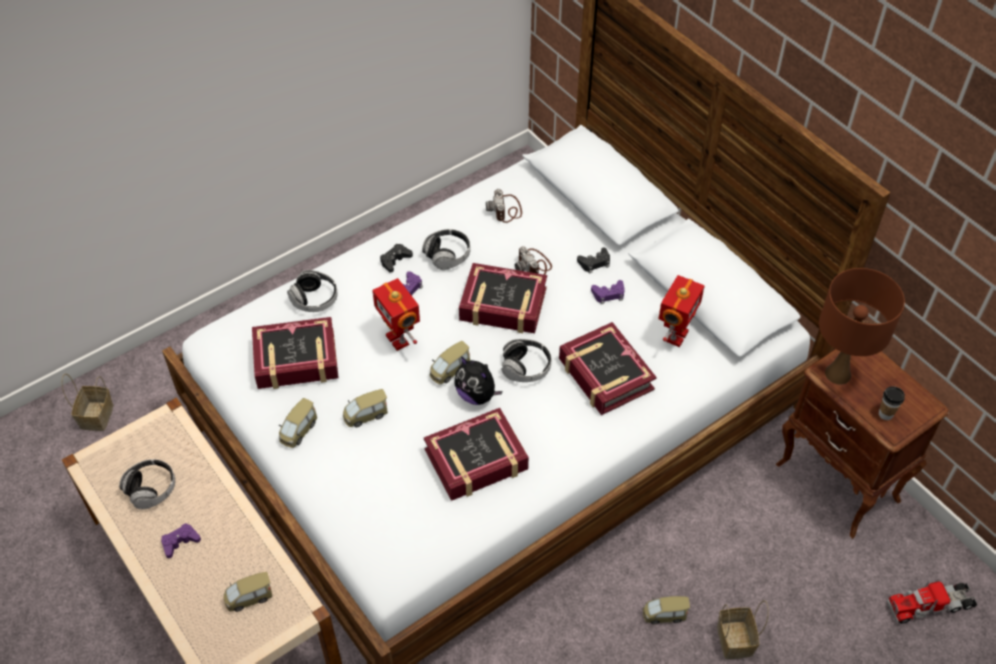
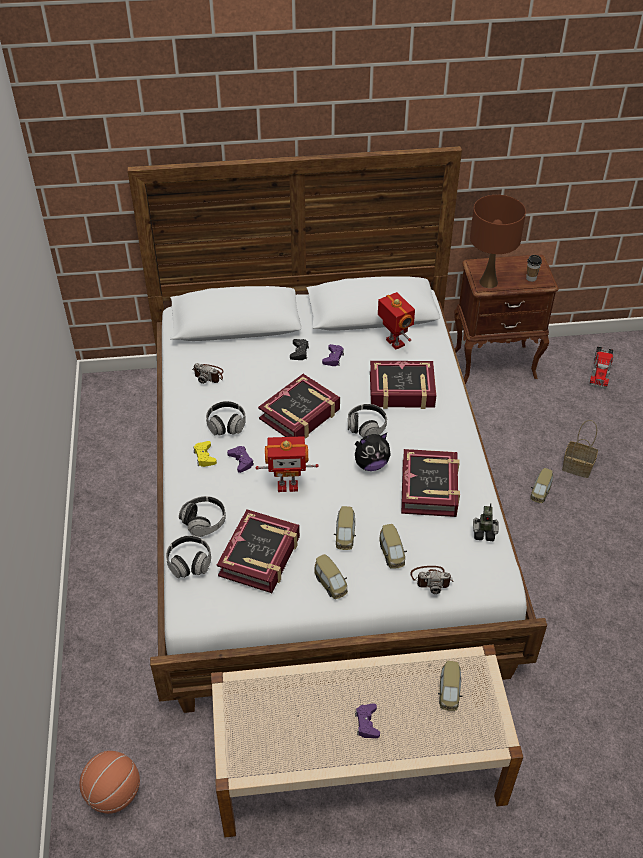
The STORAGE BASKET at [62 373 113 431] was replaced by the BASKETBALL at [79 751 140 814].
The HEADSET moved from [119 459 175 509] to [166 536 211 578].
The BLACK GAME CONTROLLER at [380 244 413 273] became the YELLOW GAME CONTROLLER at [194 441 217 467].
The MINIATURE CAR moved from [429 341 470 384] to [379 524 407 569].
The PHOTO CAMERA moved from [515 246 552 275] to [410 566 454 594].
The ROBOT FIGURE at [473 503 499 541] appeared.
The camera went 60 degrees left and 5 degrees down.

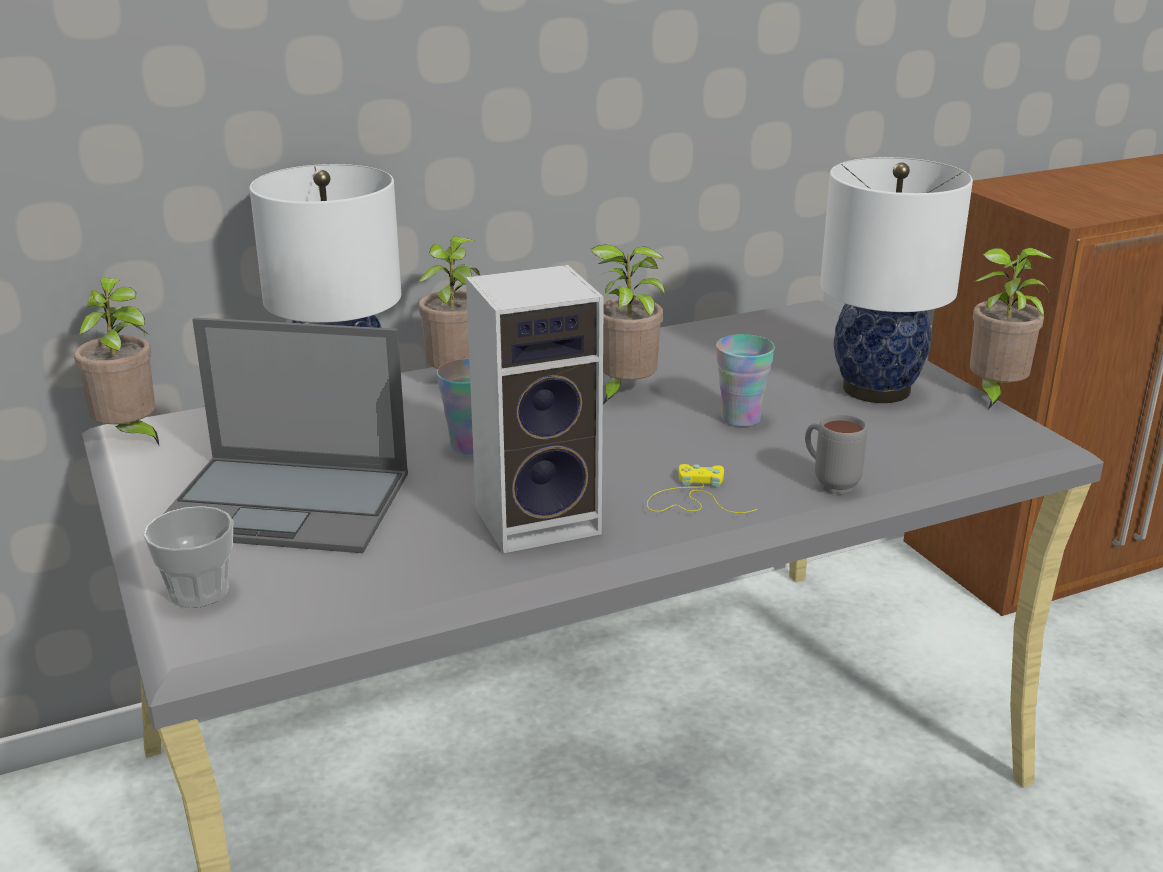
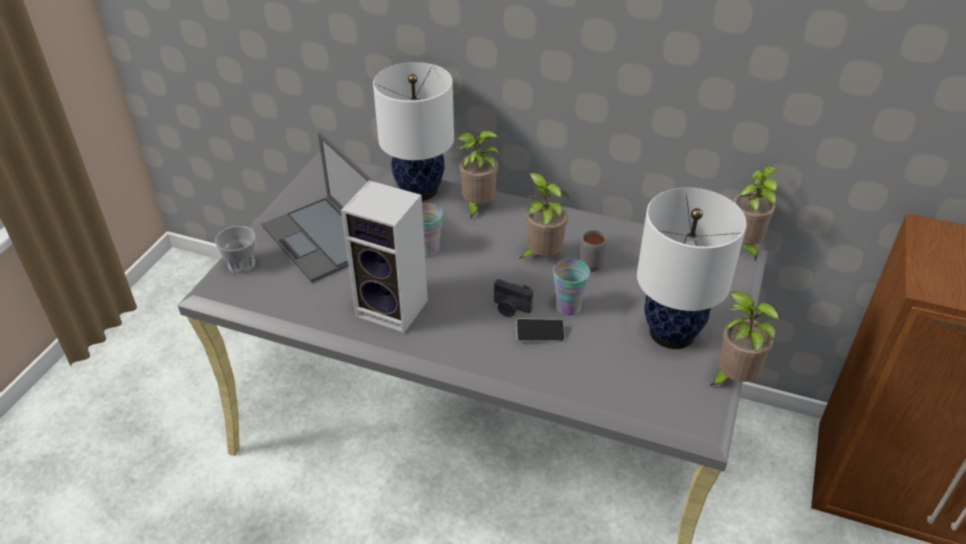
The HOUSEPLANT moved from [74 277 159 445] to [733 166 778 261].
The YELLOW GAME CONTROLLER at [647 464 757 513] disappeared.
The GREYISH TEA MUG moved from [805 414 867 494] to [579 230 607 272].
The PHOTO CAMERA at [494 279 533 317] appeared.
The TELEPHONE at [516 318 565 342] appeared.
The camera went 45 degrees right and 15 degrees up.

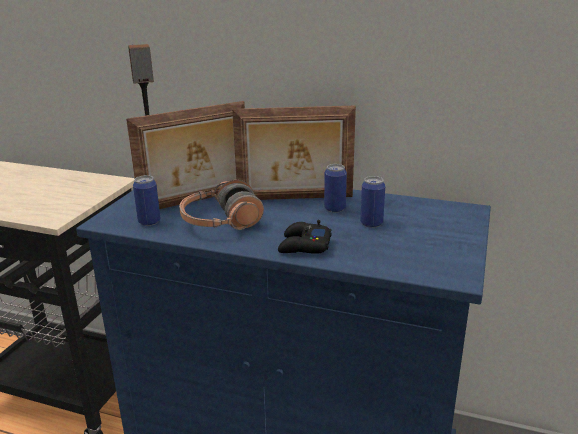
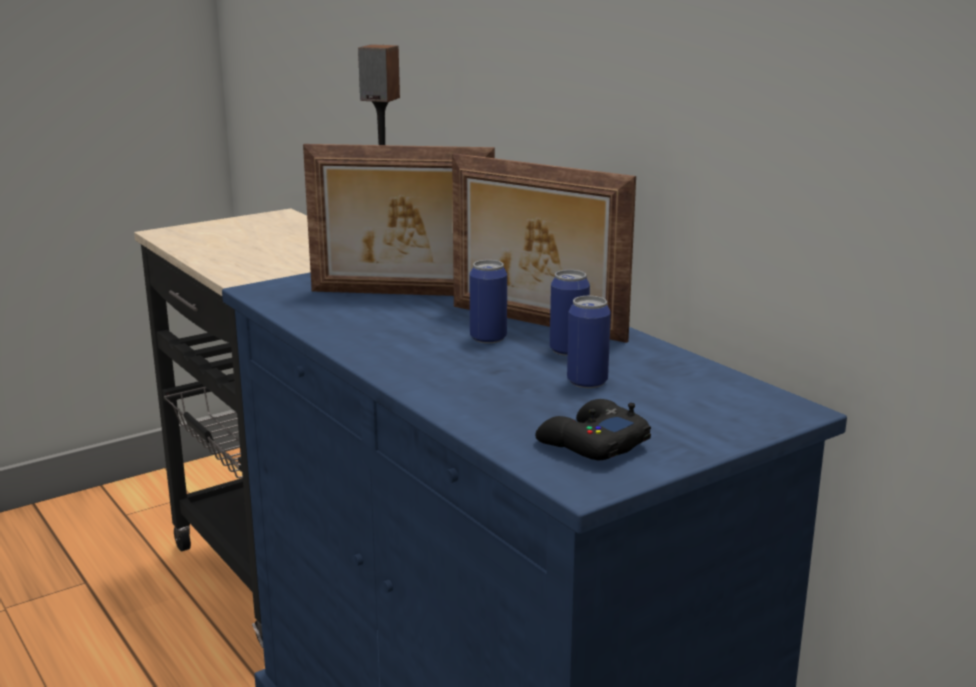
The SEALED CAN moved from [133 175 160 226] to [470 260 507 343].
The HEADSET at [179 180 264 230] disappeared.
The BLACK GAME CONTROLLER moved from [278 220 332 254] to [535 399 651 460].
The camera went 35 degrees right and 5 degrees down.

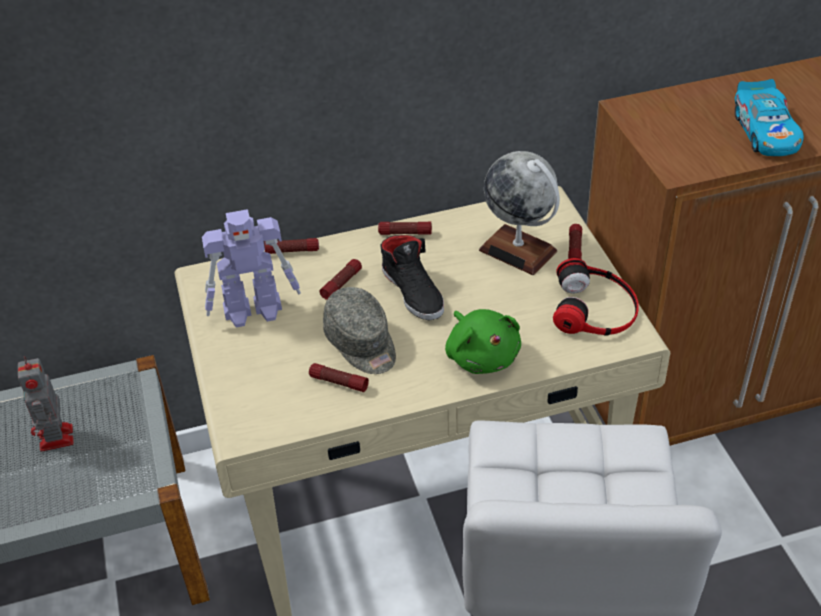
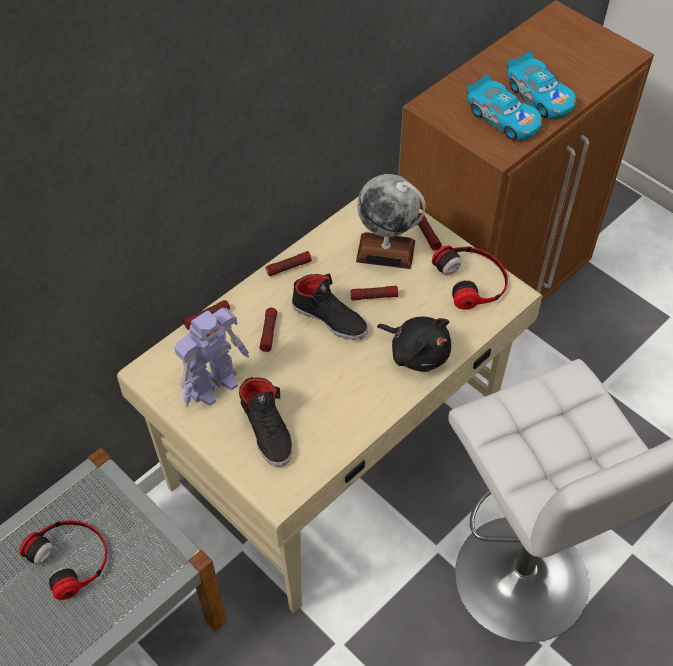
The ROBOT FIGURE at [18 356 74 452] was replaced by the HEADSET at [19 520 107 600].
The HAND TORCH moved from [309 363 369 392] to [350 286 398 300].
The GREYISH BASEBALL CAP at [323 287 396 374] disappeared.
The GREEN-COLOURED SOFT TOY at [445 309 521 374] became the BLACK SOFT TOY at [377 316 451 372].
The BLACK LOW SHOE at [239 377 293 467] appeared.
The MINIATURE CAR at [467 74 542 140] appeared.
The camera went 30 degrees left and 10 degrees up.

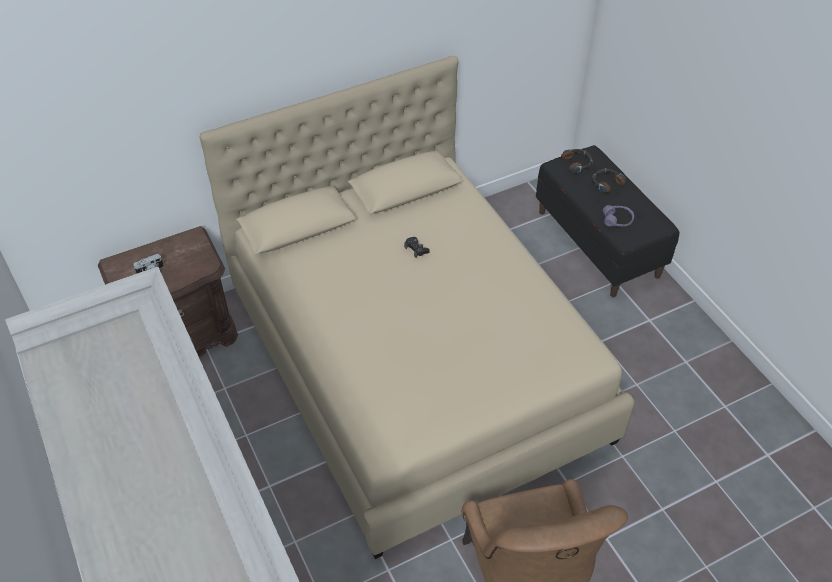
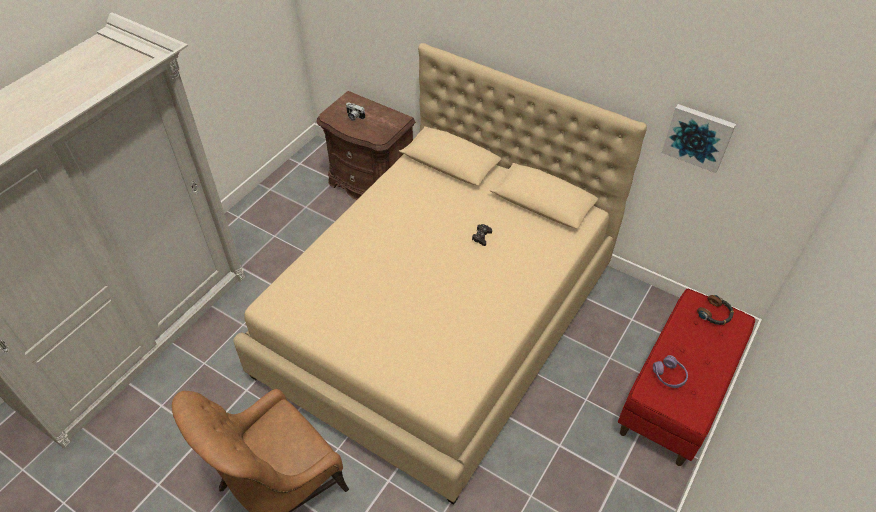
The BLACK BENCH at [536 145 679 297] became the RED BENCH at [618 289 755 466].
The HEADSET at [592 168 626 193] disappeared.
The WALL ART at [662 104 736 173] appeared.
The camera went 60 degrees right and 0 degrees up.

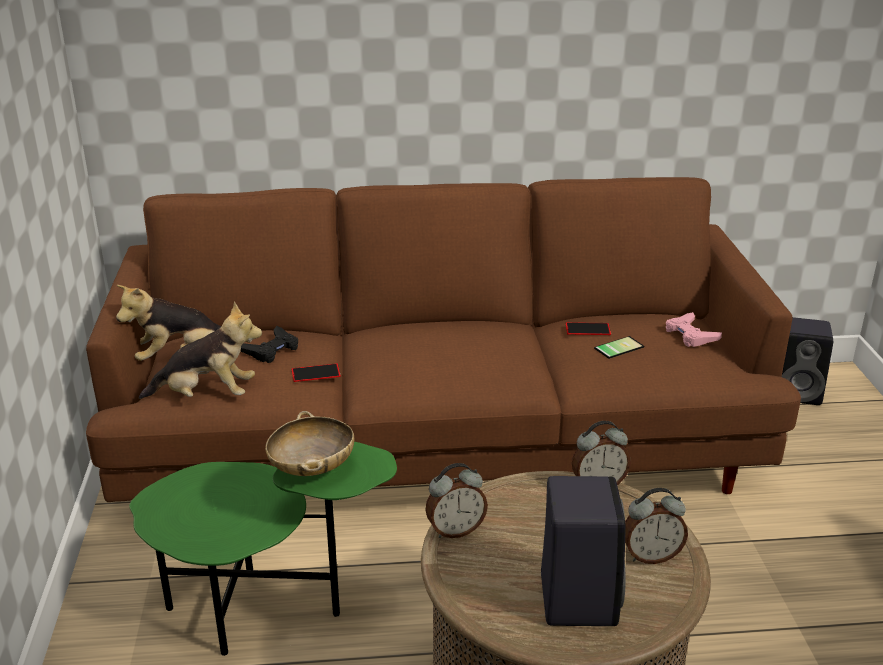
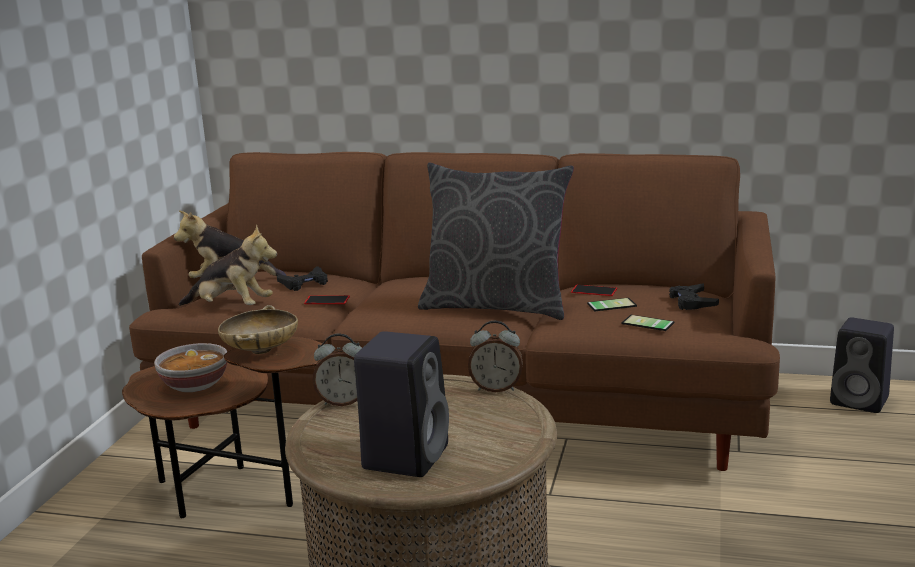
The GREEN-COLOURED SIDE TABLE at [129 442 397 656] became the BROWN SIDE TABLE at [122 337 324 518].
The ALARM CLOCK at [625 488 688 564] disappeared.
The PINK-COLOURED GAME CONTROLLER at [666 312 722 347] became the BLACK GAME CONTROLLER at [669 283 719 310].
The DEEP DISH at [154 343 227 392] appeared.
The GREYISH CUSHION at [418 163 574 320] appeared.
The TELEPHONE at [622 315 674 331] appeared.
The camera went 20 degrees right and 10 degrees down.

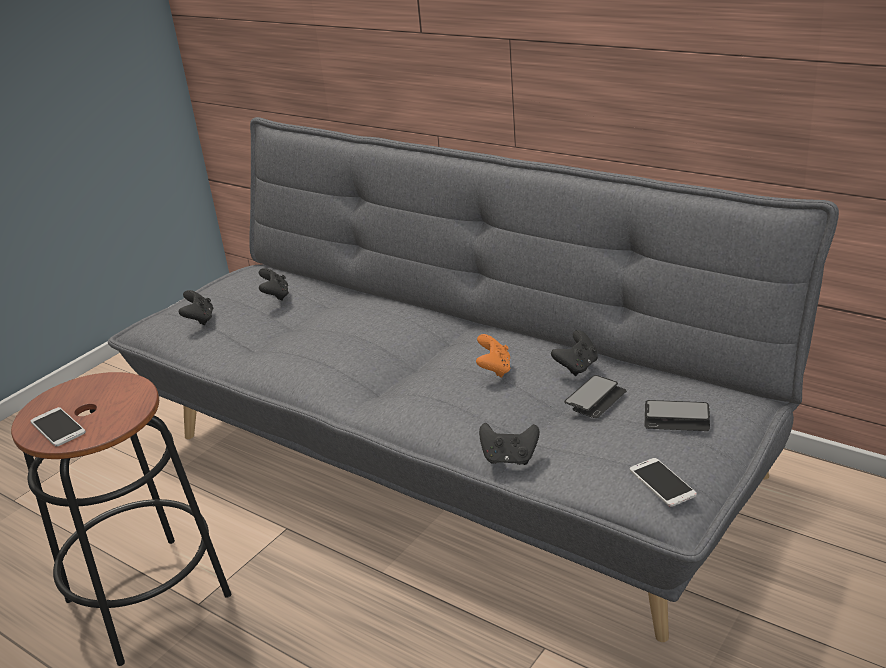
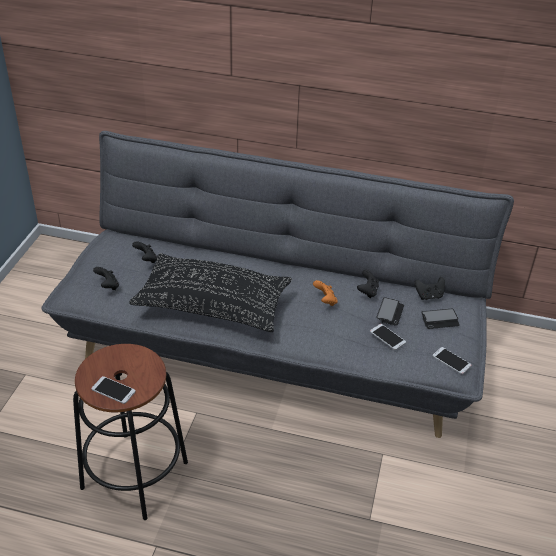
The BLACK GAME CONTROLLER moved from [479 423 540 465] to [414 277 445 300].
The BLACK CUSHION at [129 253 292 332] appeared.
The TELEPHONE at [370 324 406 350] appeared.
The camera went 25 degrees left and 10 degrees up.

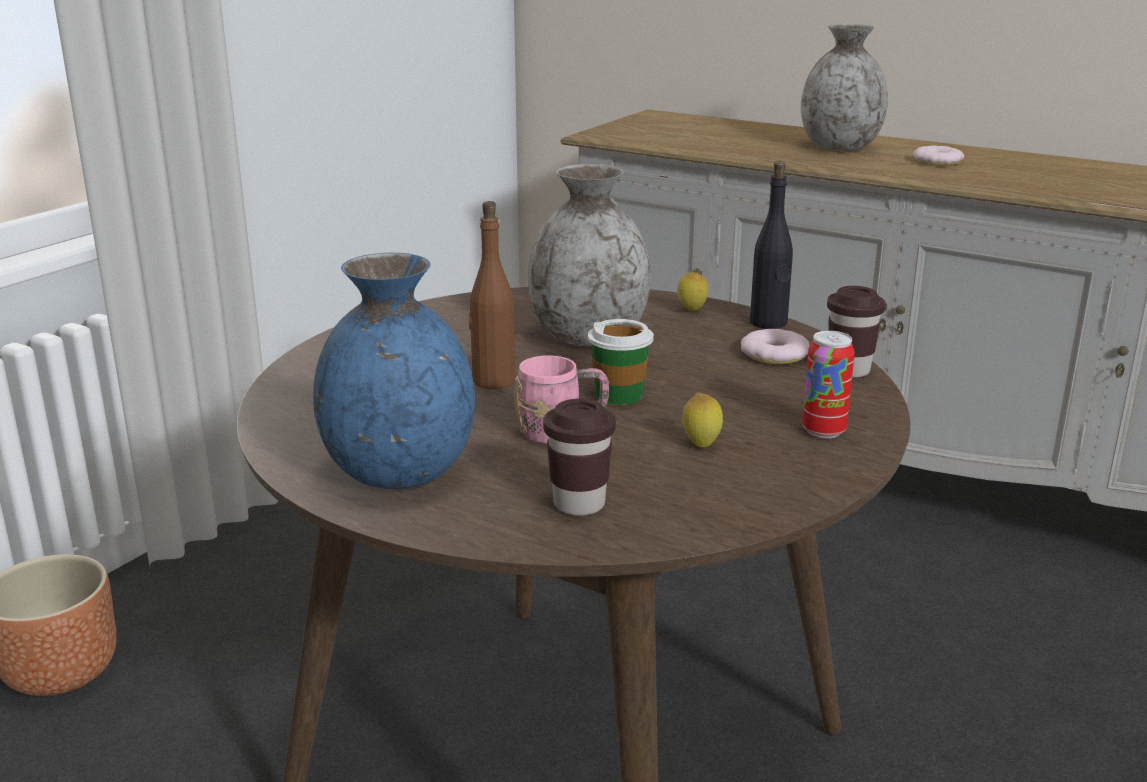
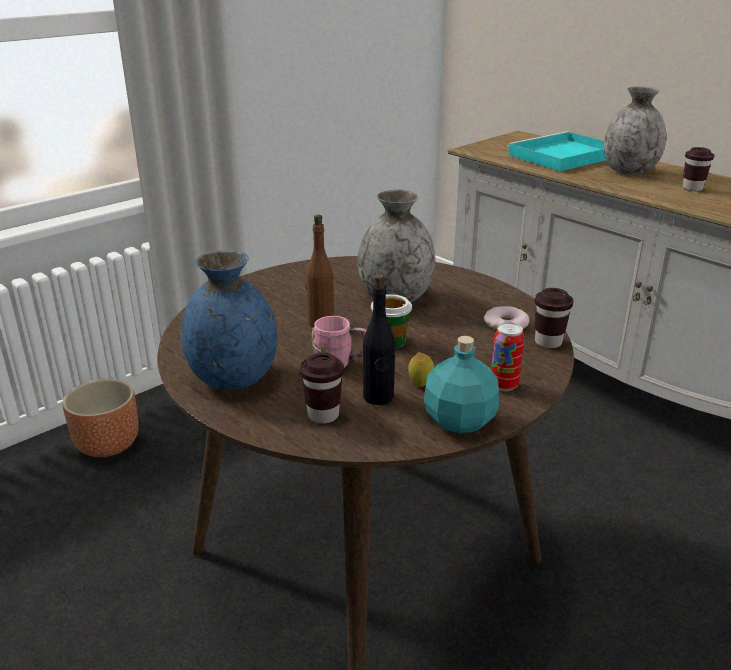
The CITRUS FRUIT at [677 272 708 311] disappeared.
The BLACK DRINK BOTTLE moved from [750 161 793 329] to [363 274 395 405].
The DOUGHNUT at [913 145 964 166] was replaced by the BROWN DRINKING CUP at [682 147 714 191].
The TURQUOISE-COLOURED DRINK BOTTLE at [424 336 499 434] appeared.
The TURQUOISE-COLOURED SERVING TRAY at [507 131 606 171] appeared.
The camera went 15 degrees right and 5 degrees up.

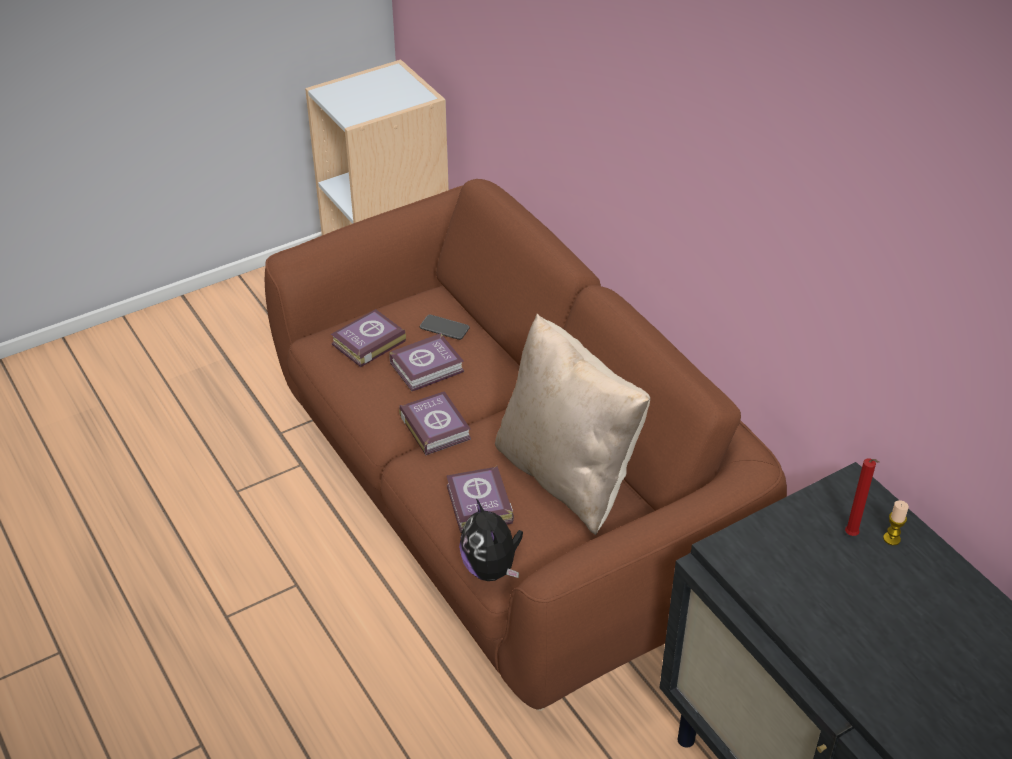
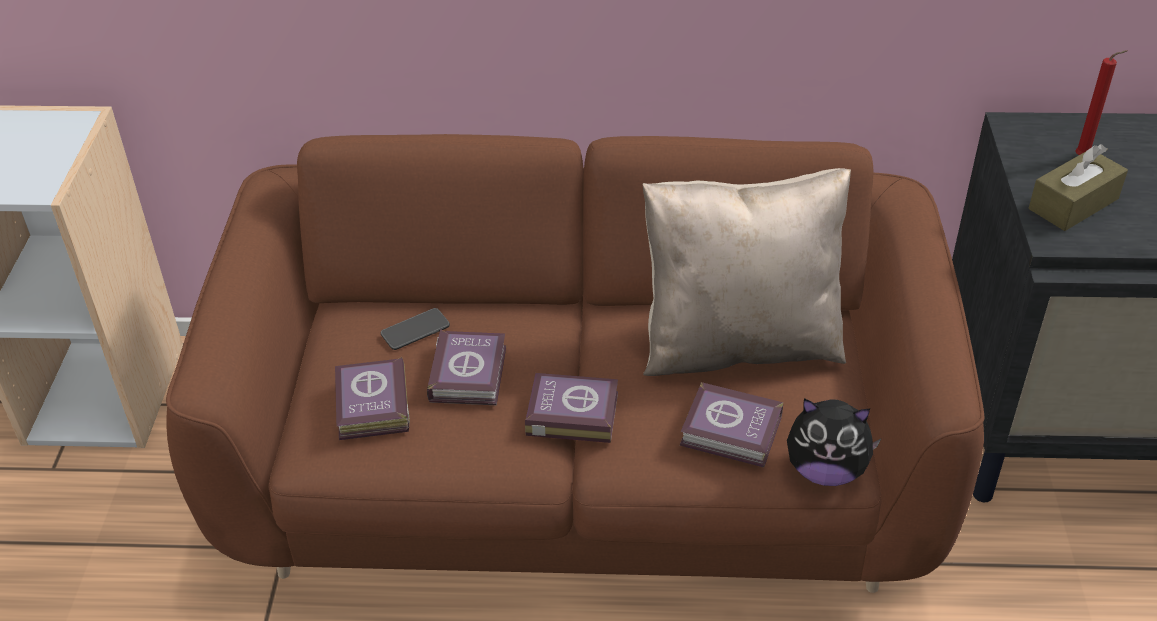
The WAX CANDLE at [883 500 909 545] disappeared.
The BROWN BOX OF TISSUES at [1029 144 1128 231] appeared.
The camera went 55 degrees left and 0 degrees up.

